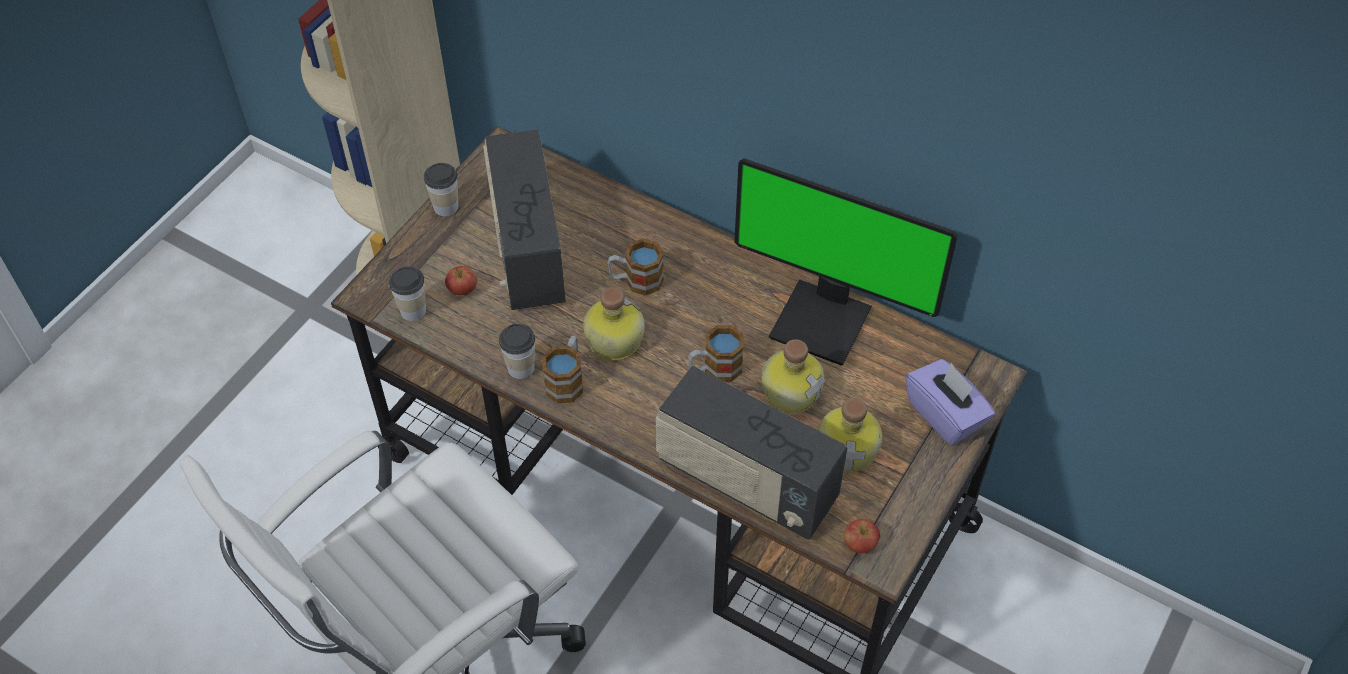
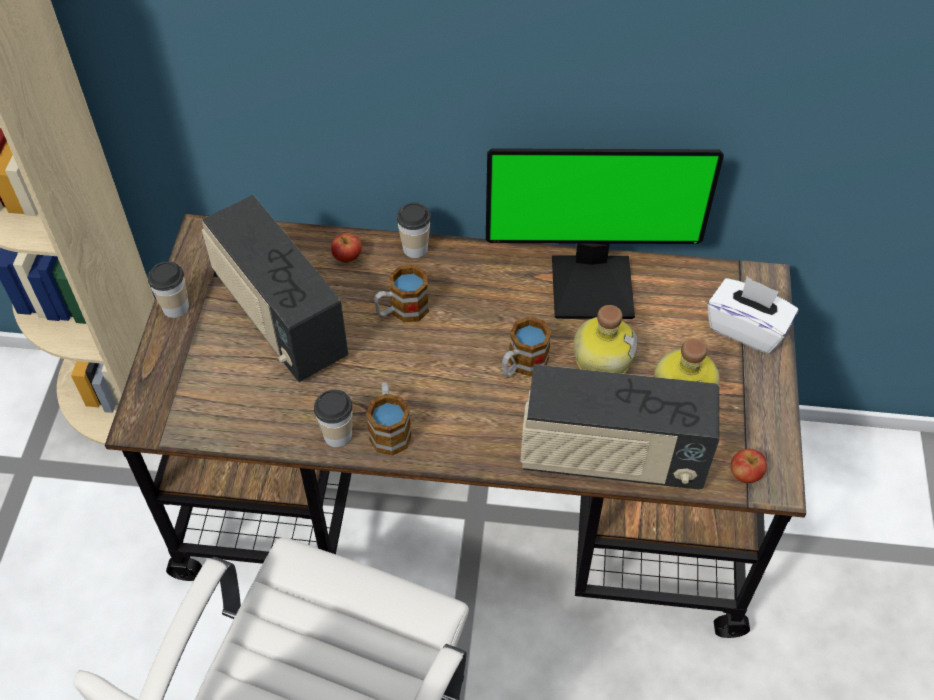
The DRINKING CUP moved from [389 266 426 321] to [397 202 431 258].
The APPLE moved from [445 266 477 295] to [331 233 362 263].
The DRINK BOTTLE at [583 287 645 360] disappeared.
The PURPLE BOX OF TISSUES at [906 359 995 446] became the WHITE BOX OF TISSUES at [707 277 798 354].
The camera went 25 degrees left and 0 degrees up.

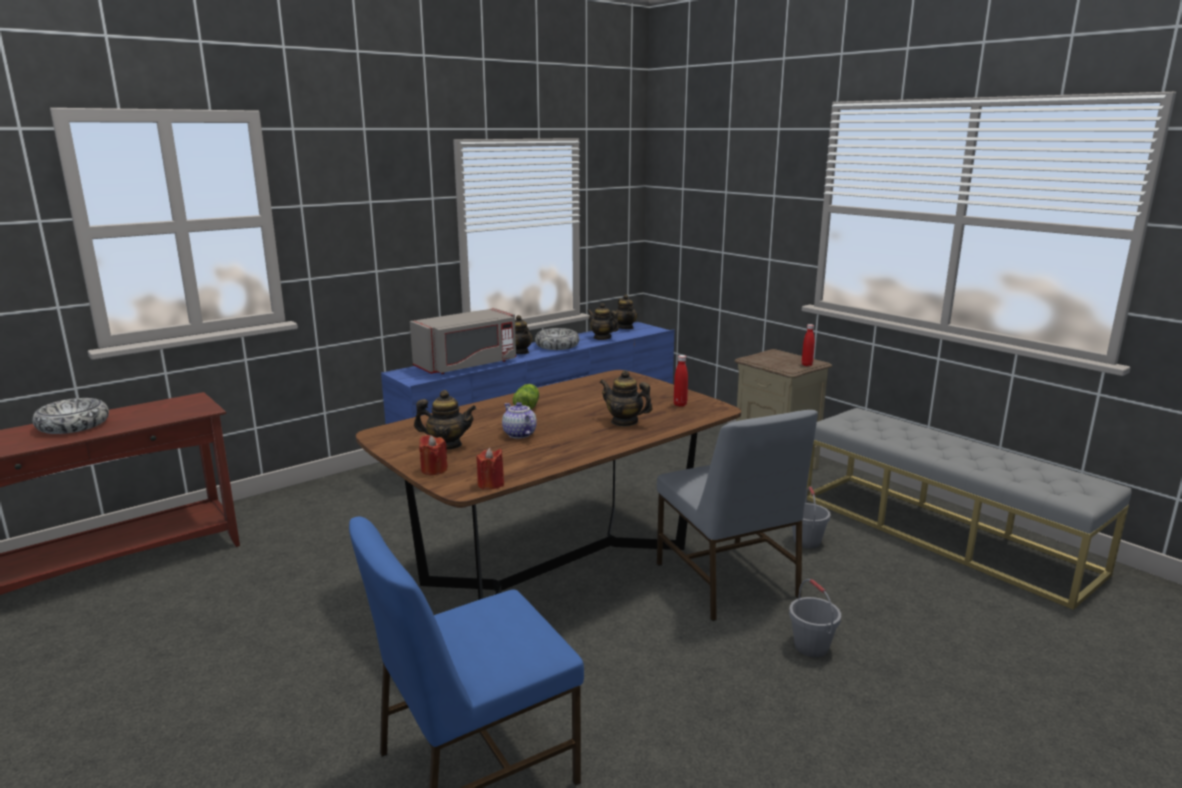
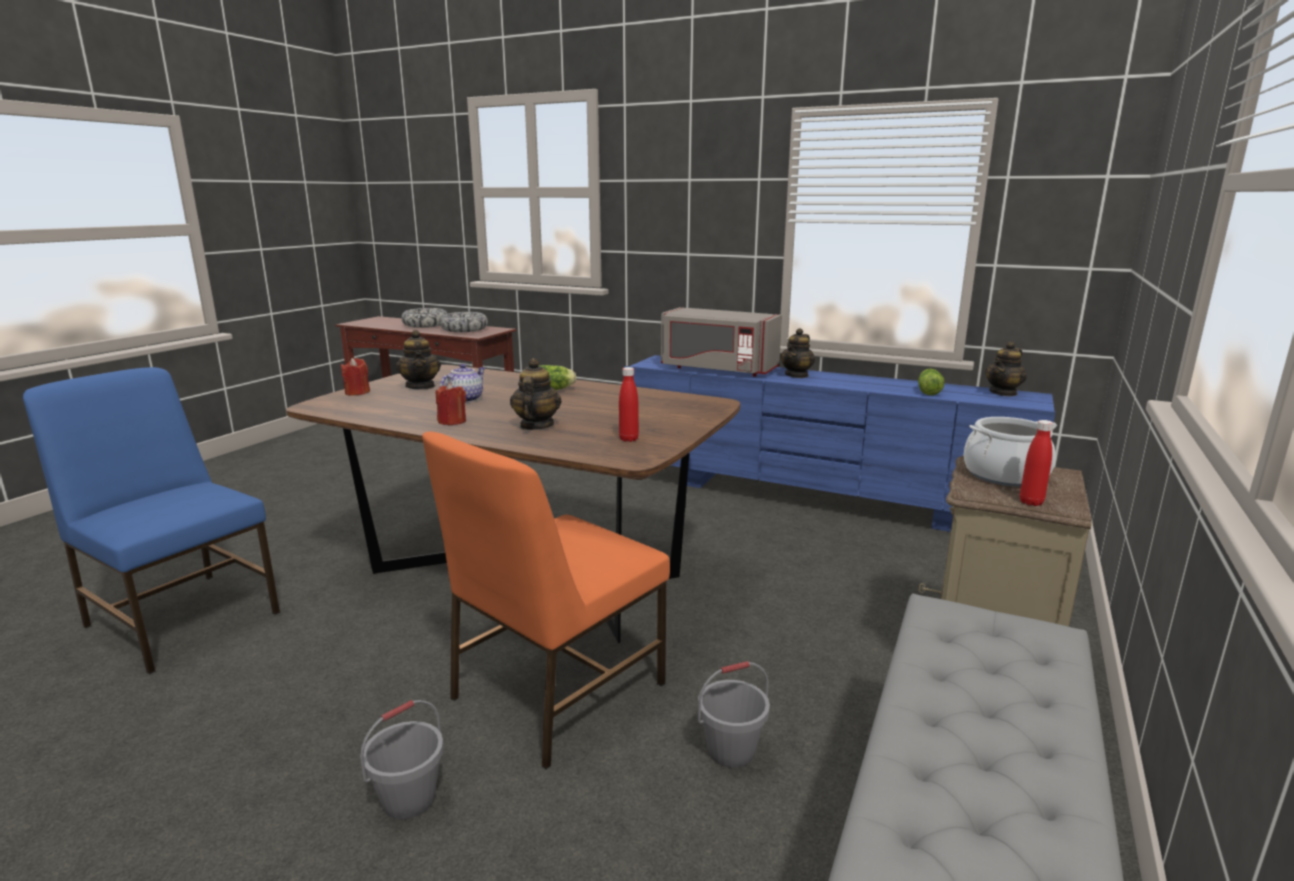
The RED WAX CANDLE moved from [476 448 504 490] to [436 382 466 426].
The DEEP DISH moved from [535 328 579 350] to [440 312 488 332].
The POT FOR TEA at [587 303 619 340] was replaced by the HEAD OF LETTUCE at [918 369 945 395].
The GREYISH CHAIR at [657 410 818 621] became the ORANGEY CHAIR at [422 432 670 769].
The COOKING POT at [964 417 1057 487] appeared.
The camera went 65 degrees right and 0 degrees up.

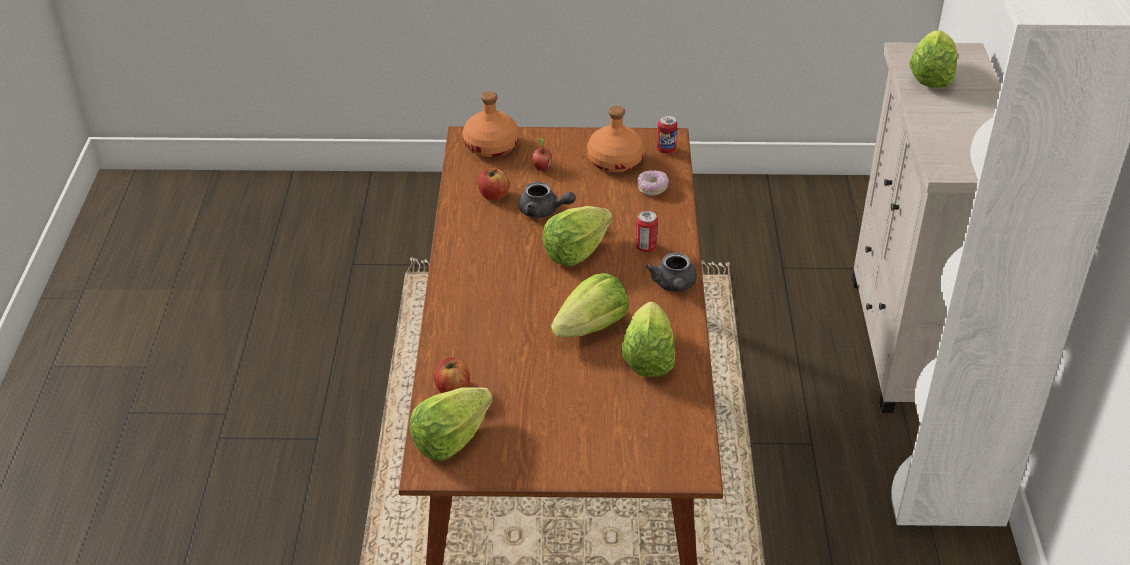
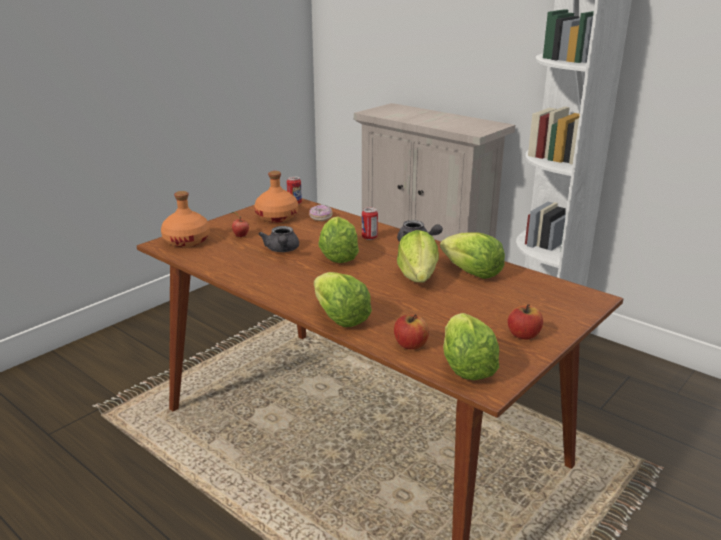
The APPLE moved from [478 168 509 200] to [508 304 543 339].
The GREYISH POT FOR TEA at [518 182 576 218] turned 105 degrees clockwise.
The HEAD OF LETTUCE moved from [909 31 958 88] to [314 272 372 327].
The camera went 50 degrees left and 15 degrees down.

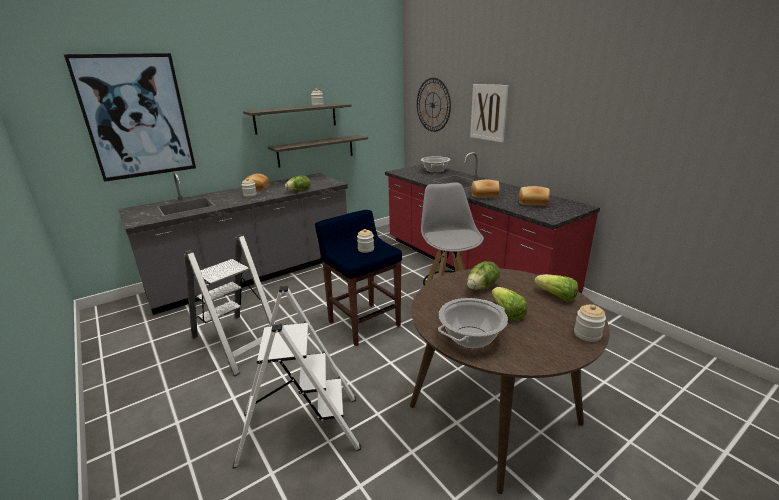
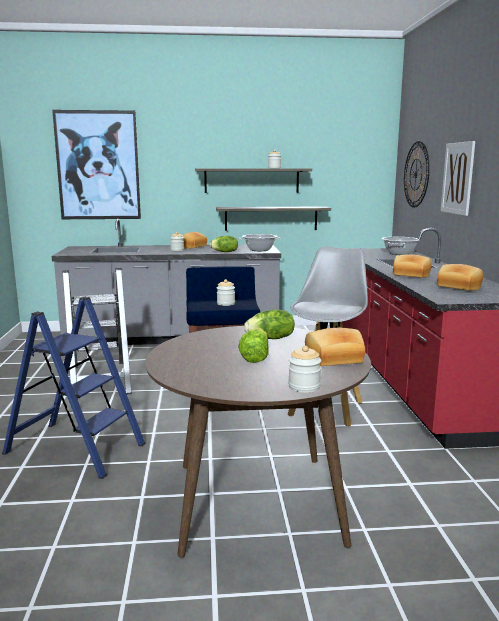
The WHITE STEPLADDER at [233 286 361 469] became the BLUE STEPLADDER at [2 296 146 479].
The COOKING POT moved from [438 298 508 349] to [239 234 281 251].
The HEAD OF LETTUCE at [534 274 578 302] was replaced by the BAKED BREAD at [305 328 365 366].
The camera went 30 degrees right and 10 degrees down.

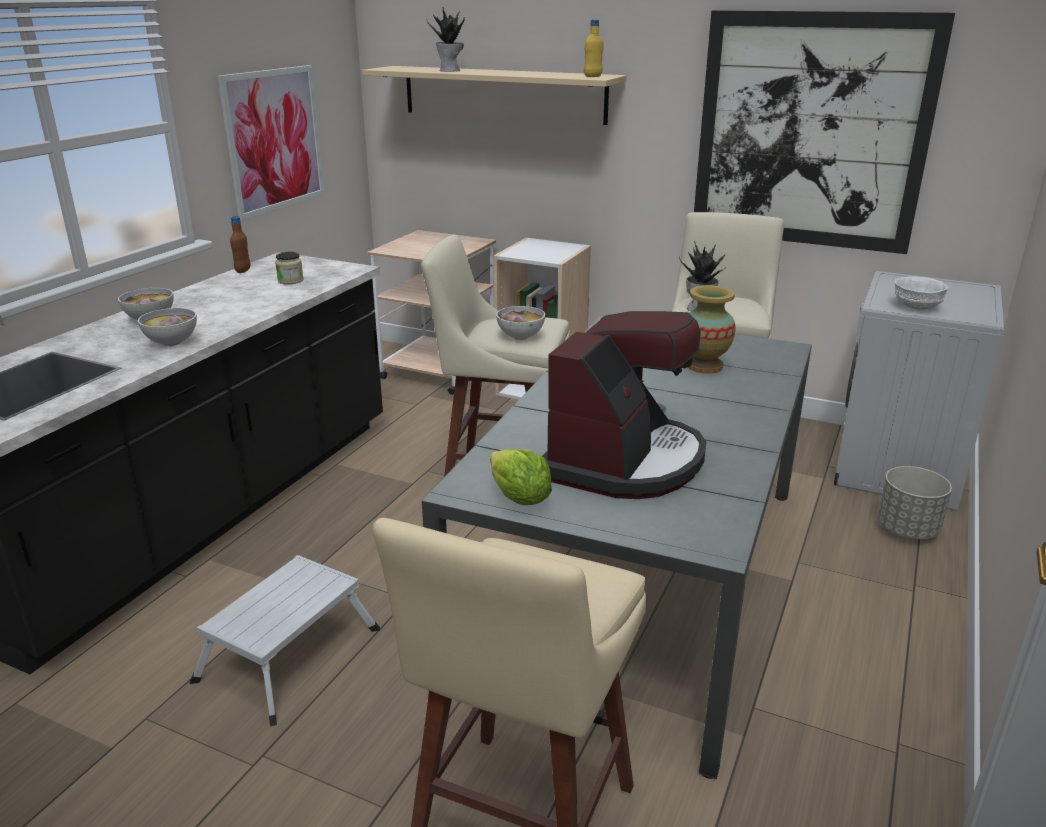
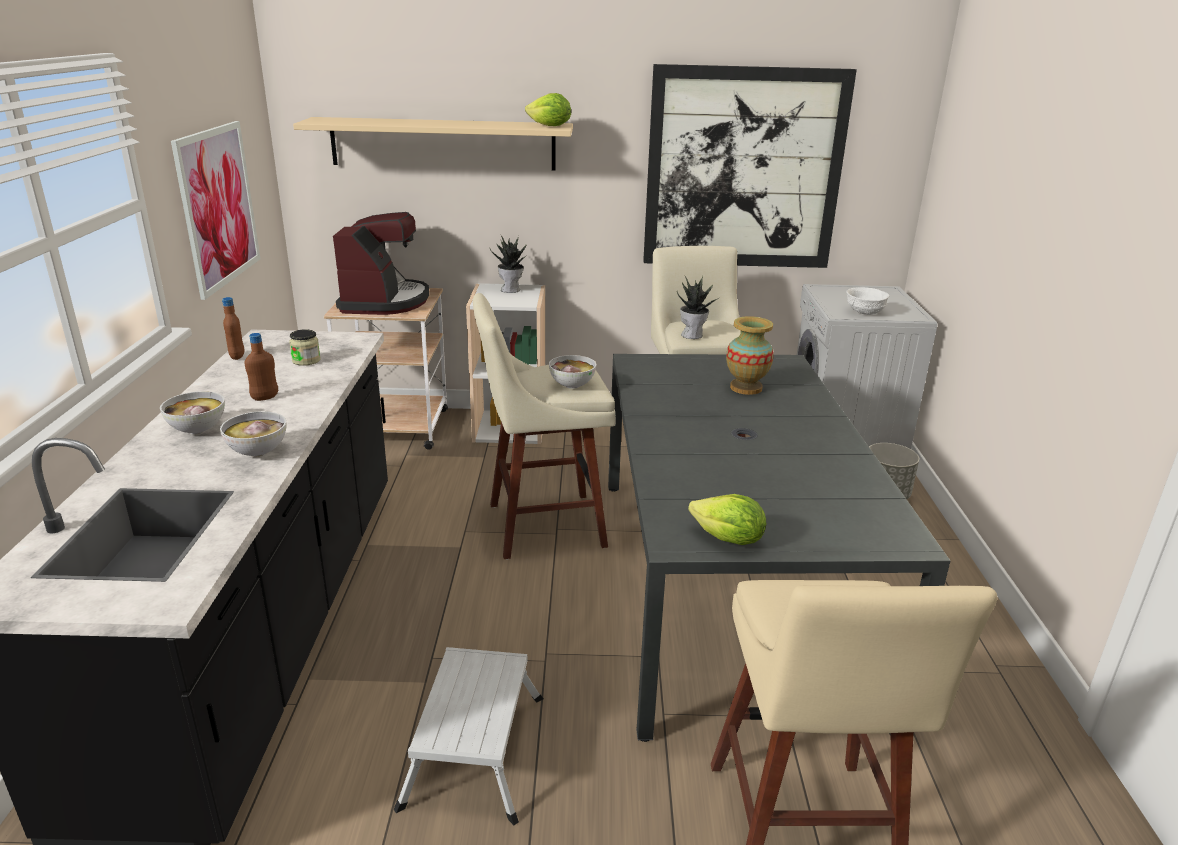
The HOUSEPLANT moved from [427 7 465 72] to [489 235 527 293].
The COFFEE BREWER moved from [542 311 706 499] to [333 212 429 315].
The YELLOW DRINK BOTTLE at [584 20 604 77] was replaced by the HEAD OF LETTUCE at [525 93 571 126].
The BROWN DRINK BOTTLE at [245 333 278 401] appeared.
The camera went 25 degrees left and 0 degrees up.

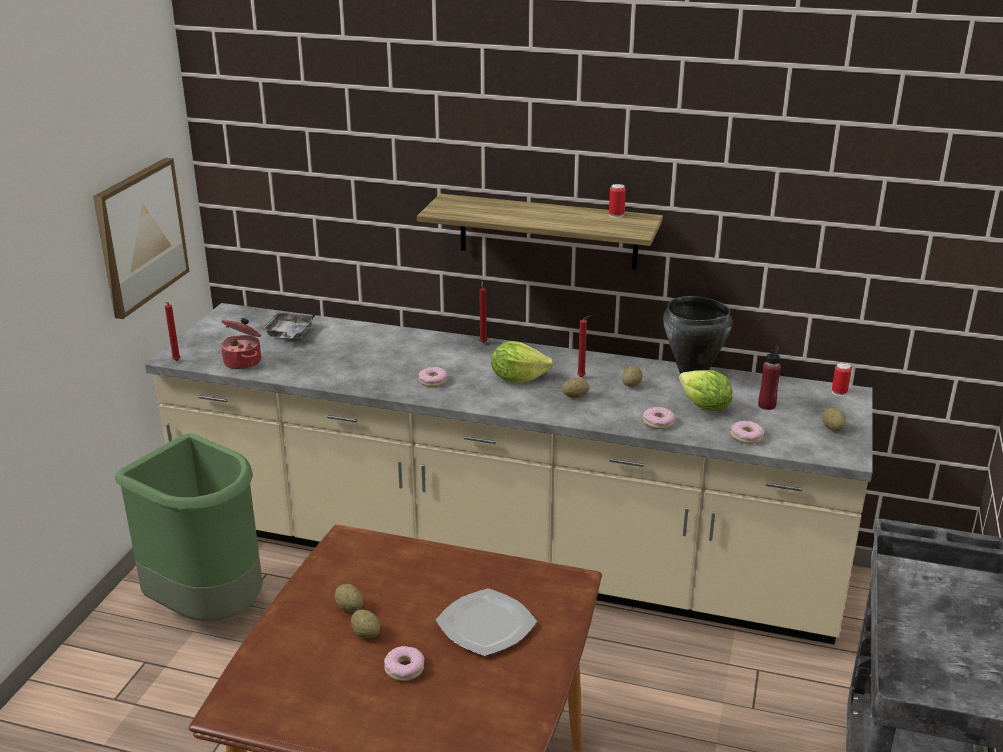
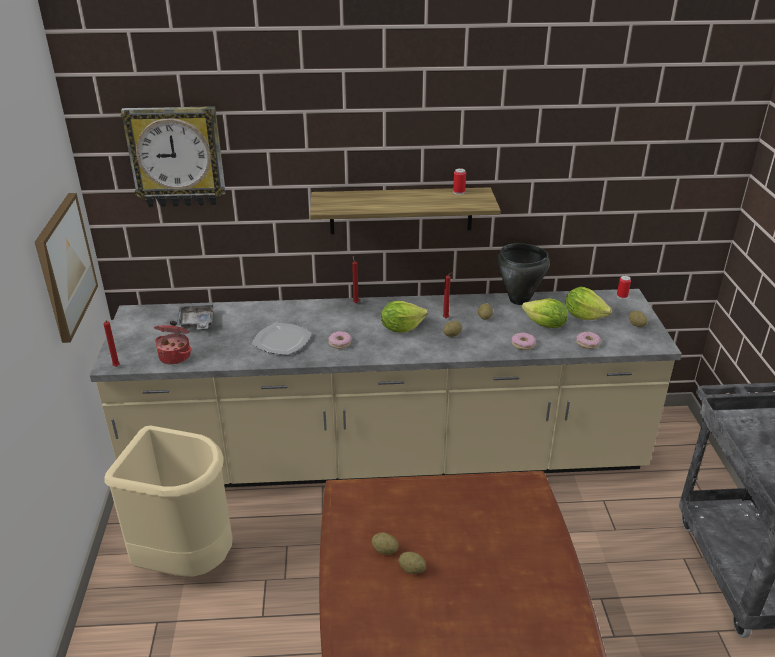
The GREEN-COLOURED WASTE BIN at [115 433 263 621] became the BEIGE-COLOURED WASTE BIN at [104 426 232 577].
The DOUGHNUT at [384 646 424 681] disappeared.
The DINNER PLATE moved from [436 588 537 656] to [252 323 311 355].
The RED DRINK BOTTLE at [758 345 781 410] was replaced by the HEAD OF LETTUCE at [565 287 612 320].
The WALL CLOCK at [120 106 226 207] appeared.
The camera went 20 degrees left and 5 degrees up.

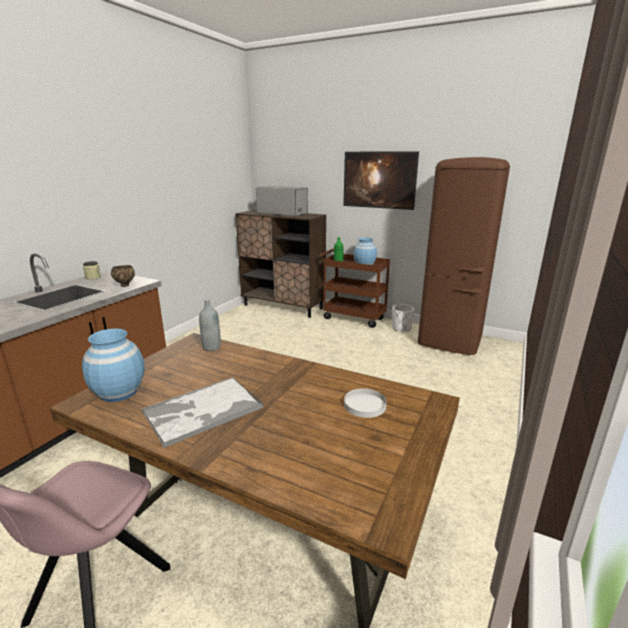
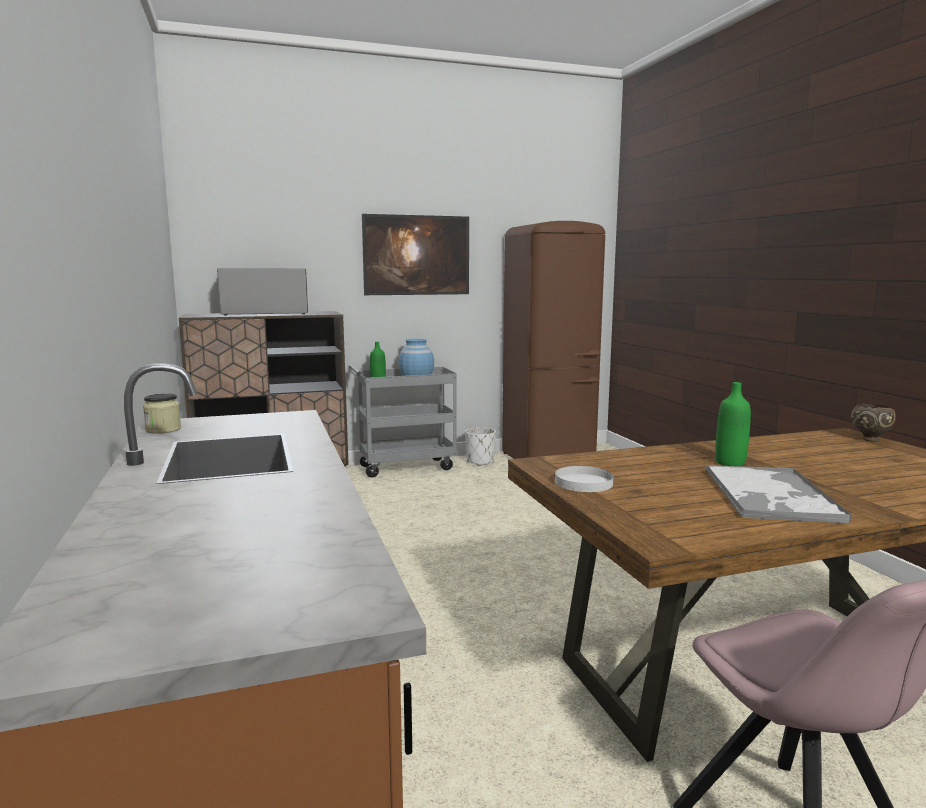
The BLUE DECORATIVE VASE at [82 328 145 402] disappeared.
The BROWN DEEP DISH moved from [111 265 135 287] to [851 404 896 442].
The GREYISH DRINK BOTTLE at [199 299 221 351] disappeared.
The BROWN WHEELED CART at [319 249 390 328] became the GREYISH WHEELED CART at [349 364 457 477].
The WHITE DINNER PLATE moved from [344 388 387 418] to [555 466 613 492].
The GREEN-COLOURED DRINK BOTTLE at [715 382 751 466] appeared.
The camera went 45 degrees left and 10 degrees down.

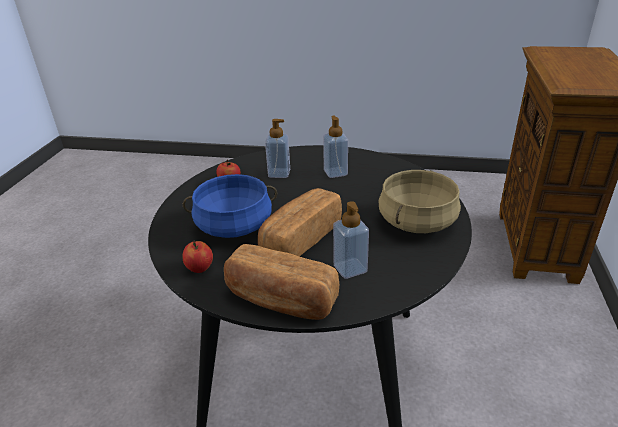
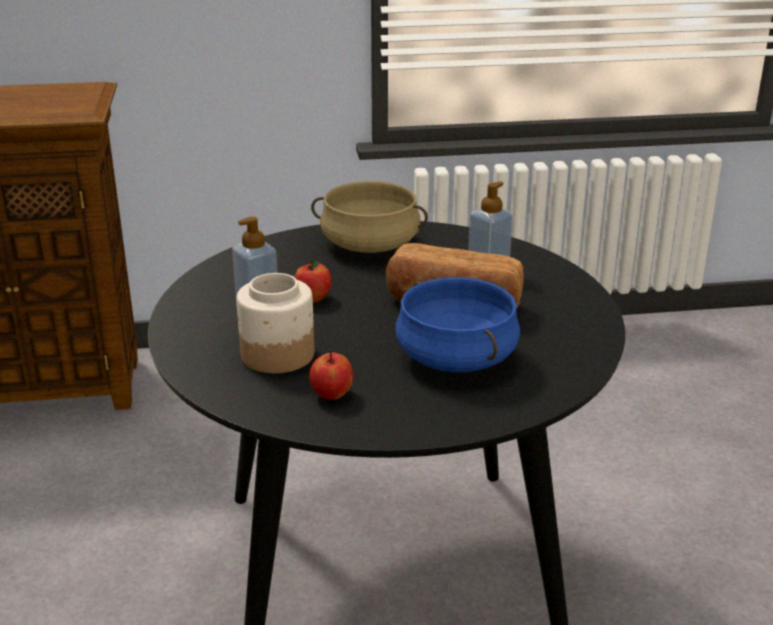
The APPLE moved from [182 240 213 273] to [294 259 332 303].
The BAKED BREAD at [224 244 339 320] disappeared.
The LIQUID SOAP BOTTLE at [265 119 290 178] was replaced by the PRESERVE JAR at [236 273 314 373].
The camera went 110 degrees left and 5 degrees down.

